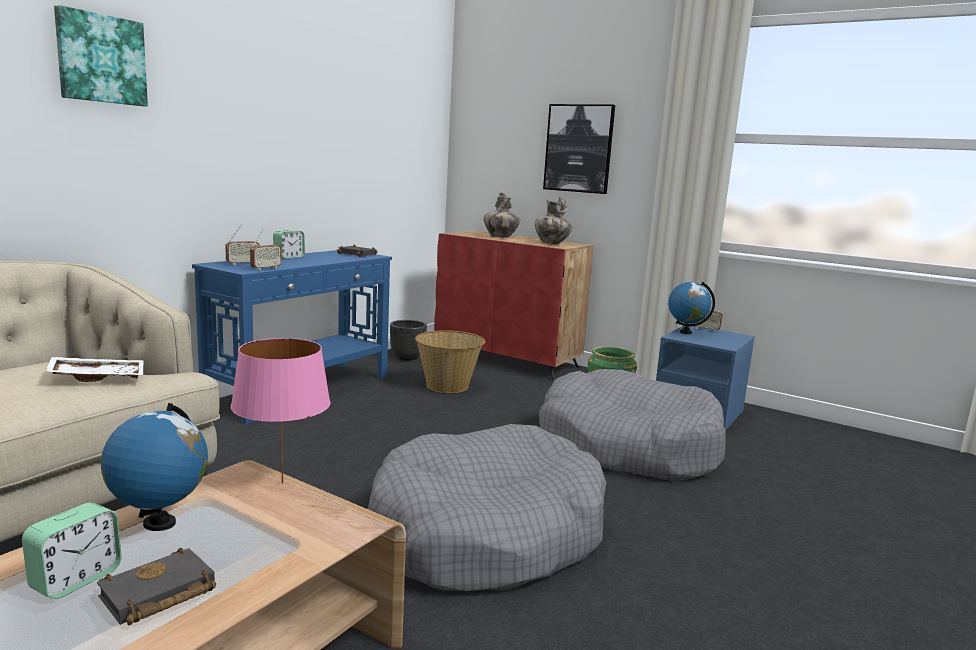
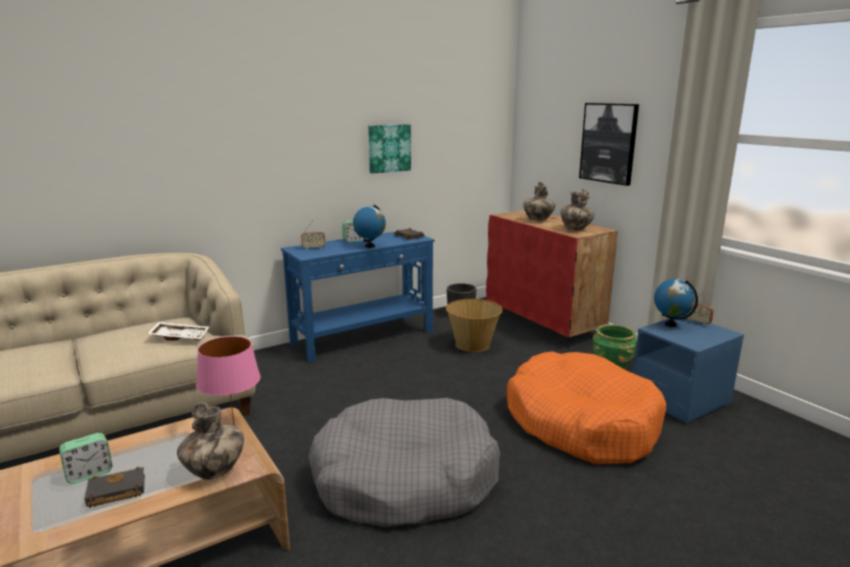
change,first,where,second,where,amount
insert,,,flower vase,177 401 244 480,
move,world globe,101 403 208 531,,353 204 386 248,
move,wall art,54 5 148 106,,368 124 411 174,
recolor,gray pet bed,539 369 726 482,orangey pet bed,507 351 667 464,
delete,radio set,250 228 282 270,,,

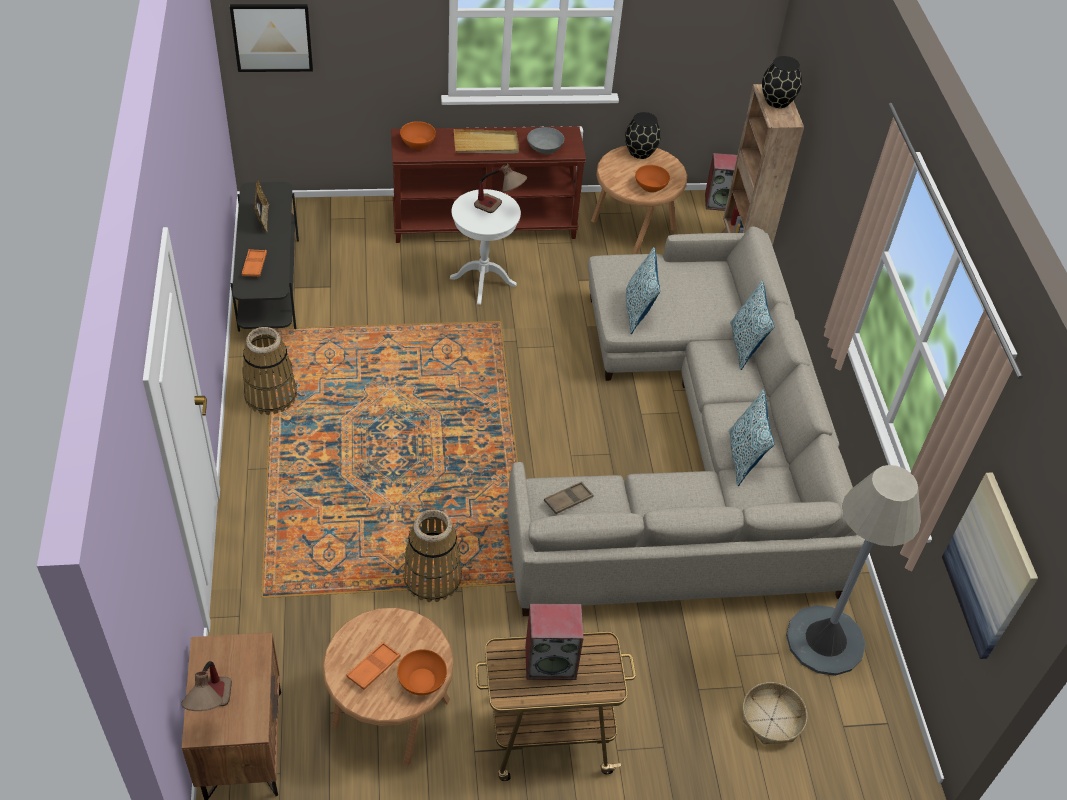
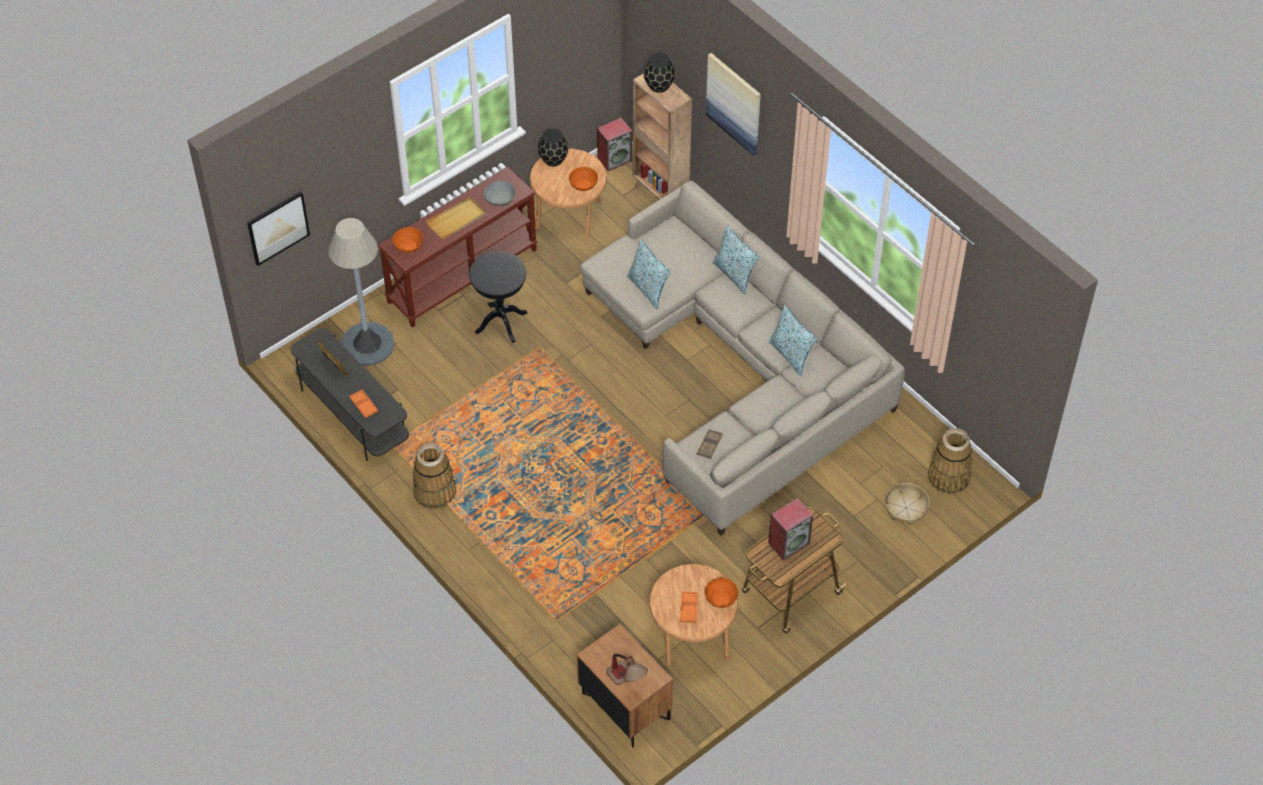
change,first,where,second,where,amount
move,gray standard lamp,786 465 921 676,,328 218 395 366,
recolor,whitish side table,450 189 521 305,black side table,469 251 527 343,
move,wall art,942 472 1038 659,,706 53 761 156,
move,storage basket,403 509 462 602,,928 428 972 495,
delete,tabletop lamp,474 164 527 213,,,

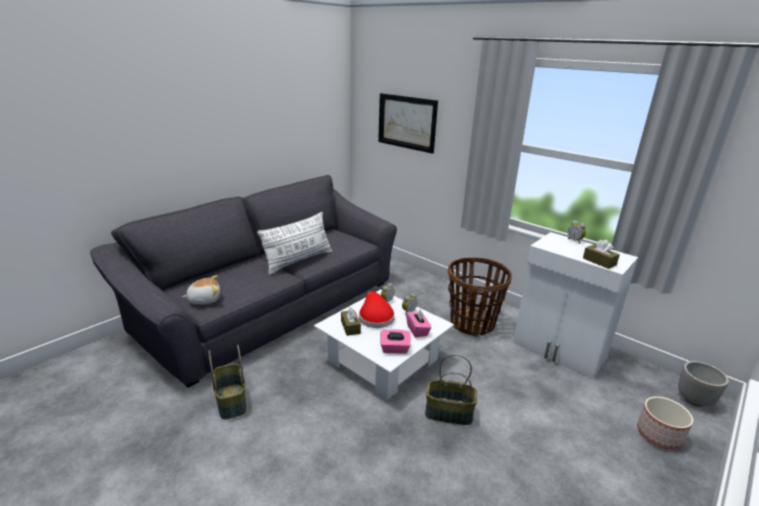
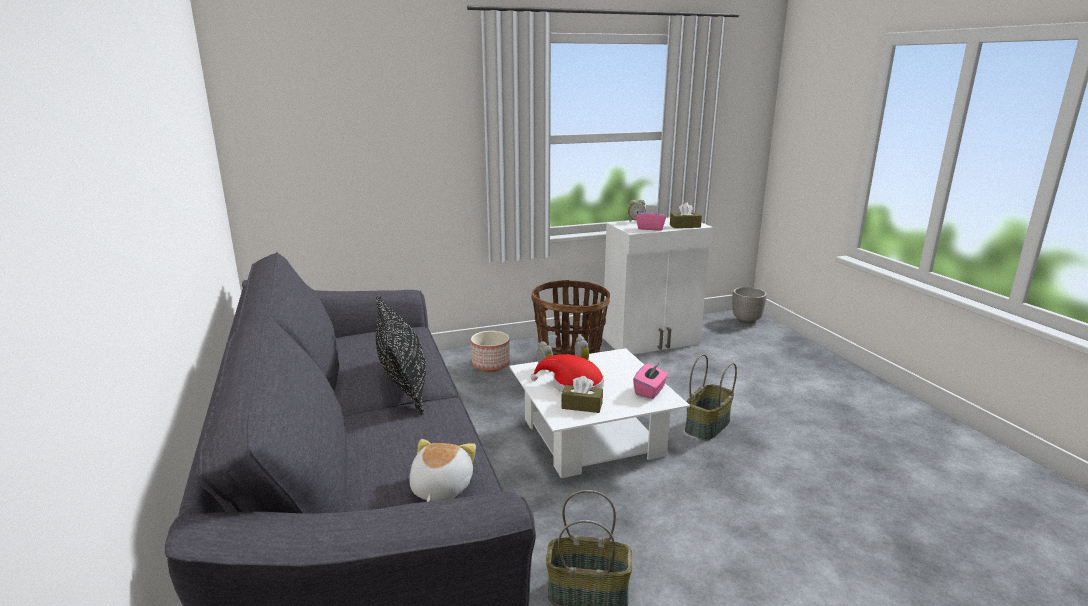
change,first,where,second,where,amount
recolor,whitish pillow,257 212 332 275,black pillow,376 295 426 415,
move,planter,637 396 693 450,,471 331 510 372,
move,pink tissue holder,406 309 431 337,,636 205 666 231,
delete,wall art,378 93 438 153,,,

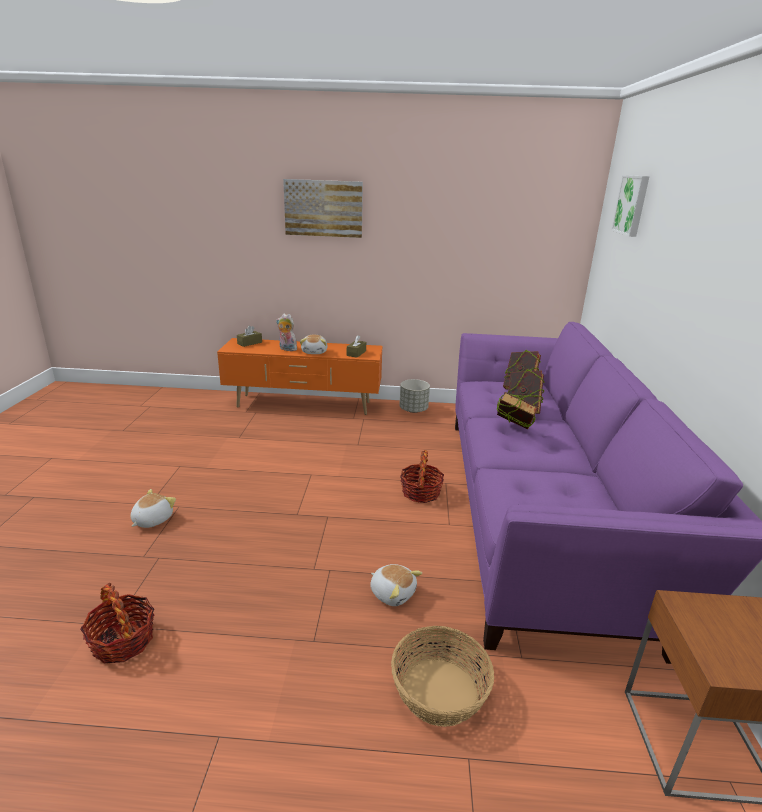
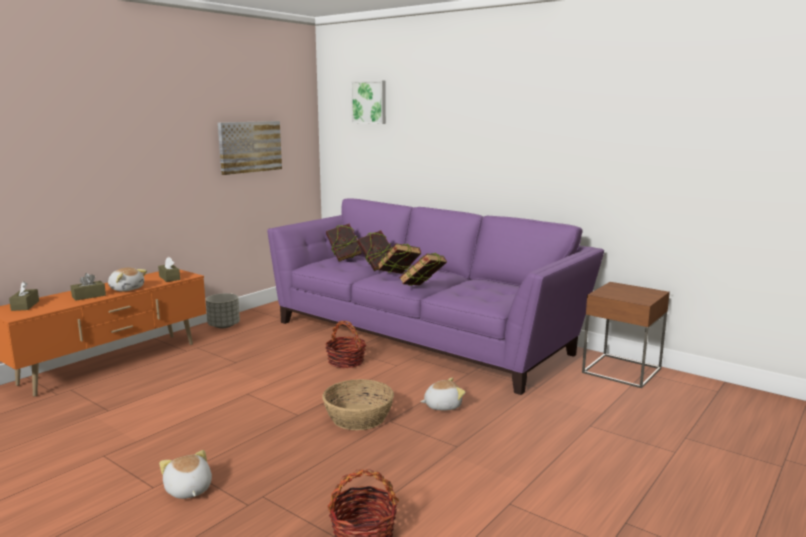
change,first,where,second,where,amount
replace,soft toy,276 313 299 351,brownish tissue holder,71 273 106 301,
move,wall art,283 179 363 238,,218 121 282 175,
move,storage basket,391 626 494 727,,322 379 394 430,
insert,,,bound book,399 253 447 286,

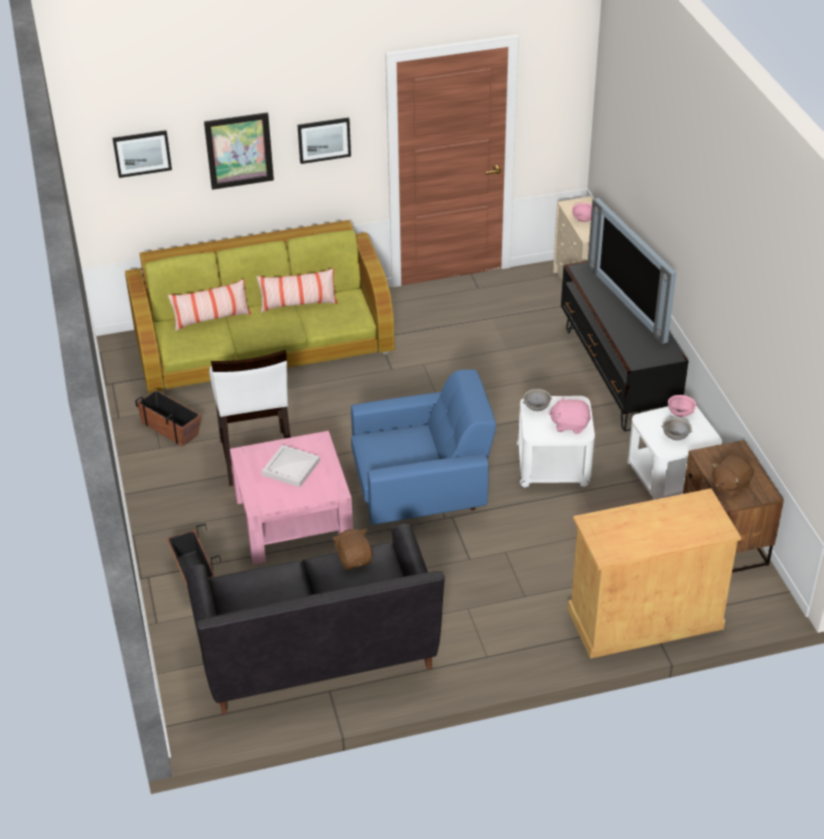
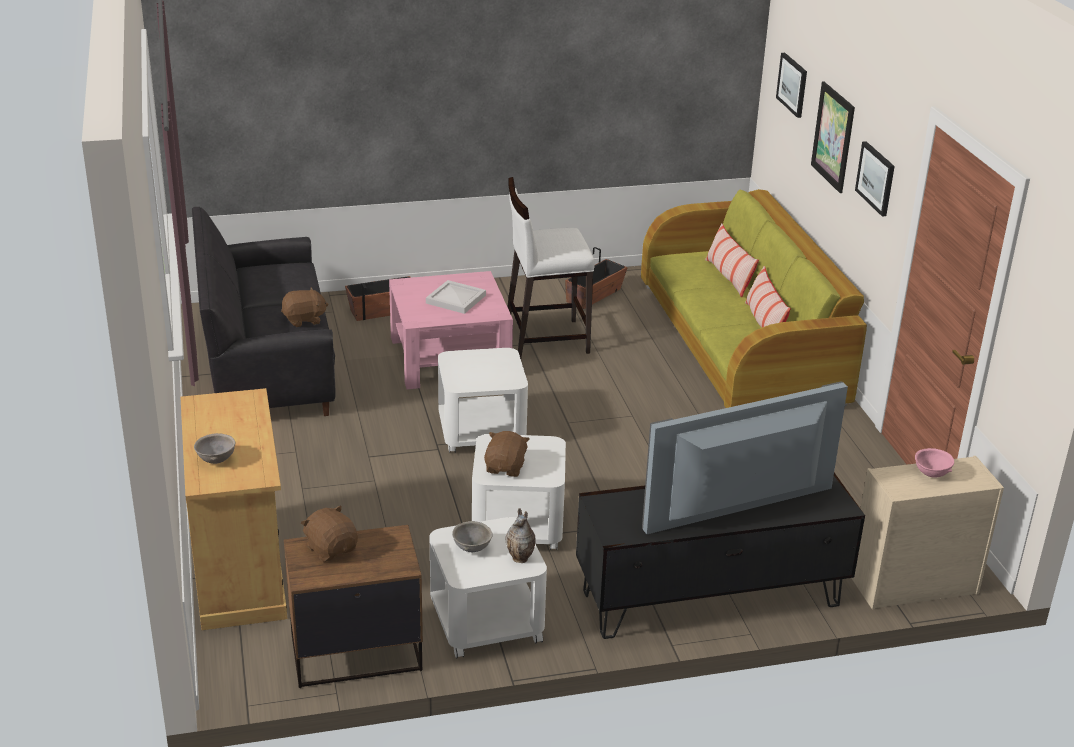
change,first,where,second,where,amount
move,gray deep dish,523 389 552 411,,194 433 235 464,
replace,bluish easy chair,351 370 496 525,whitish side table,438 348 528 453,
recolor,pink soft toy,549 396 591 434,brownish soft toy,484 431 530 477,
replace,pink deep dish,668 395 696 417,flower vase,506 508 536 563,

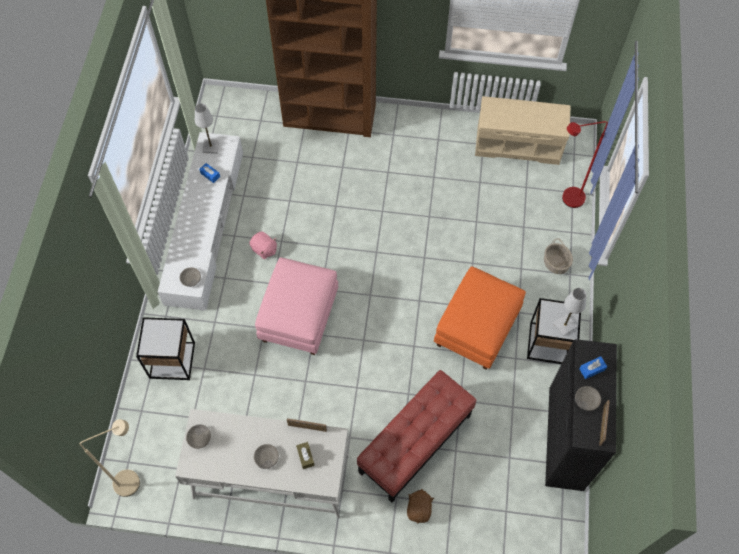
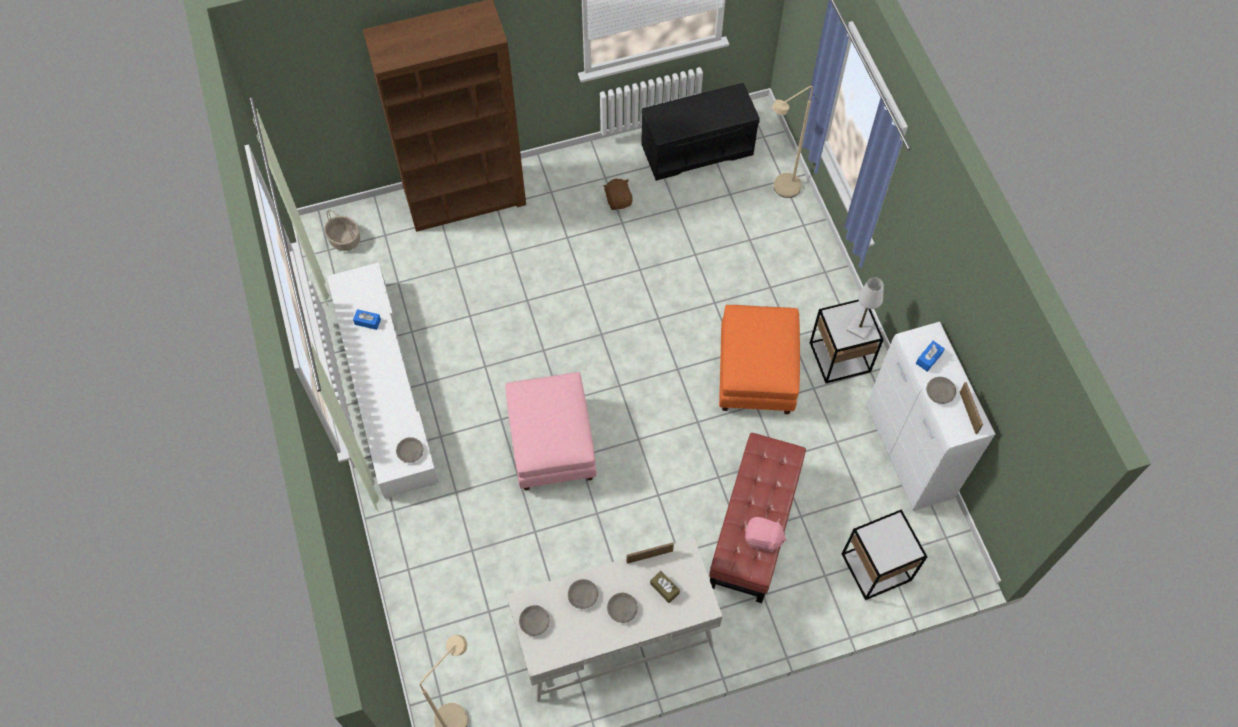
change,first,where,second,where,amount
move,storage basket,544 238 573 274,,324 209 360 251,
insert,,,gray deep dish,568 579 598 609,
move,brownish soft toy,407 489 434 523,,603 179 633 210,
recolor,sand-coloured long seat,475 96 571 165,black long seat,641 83 760 181,
move,pink soft toy,249 231 277 259,,745 517 787 552,
recolor,red standard lamp,562 121 608 208,sand-coloured standard lamp,772 86 813 198,
move,side table,136 317 195 380,,842 509 927 600,
recolor,black storage cabinet,545 339 617 491,whitish storage cabinet,866 322 995 511,
delete,whitish tabletop lamp,195 103 220 154,,,

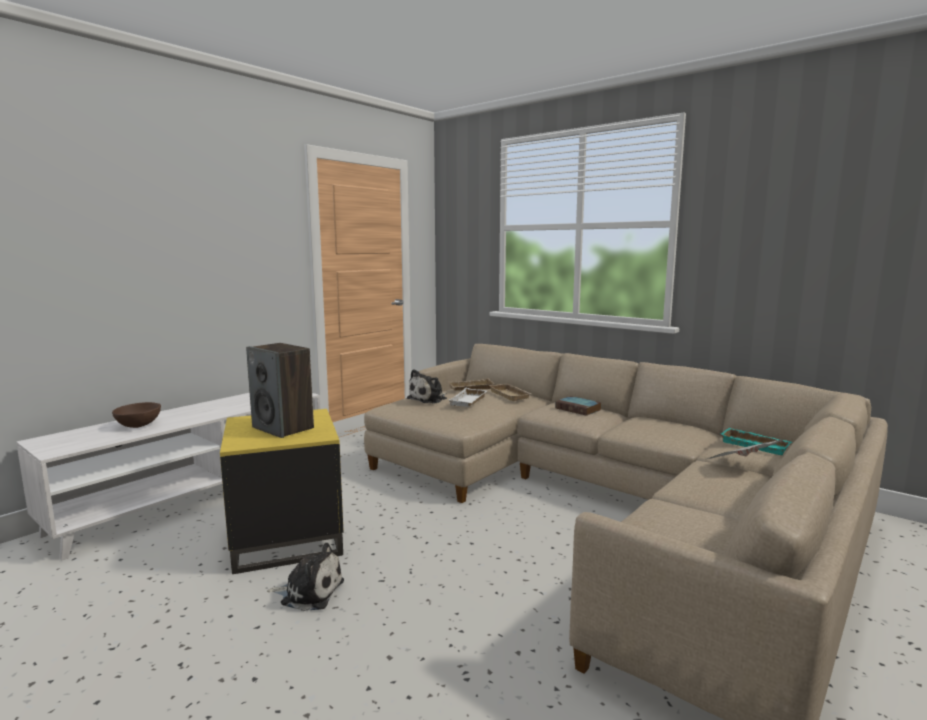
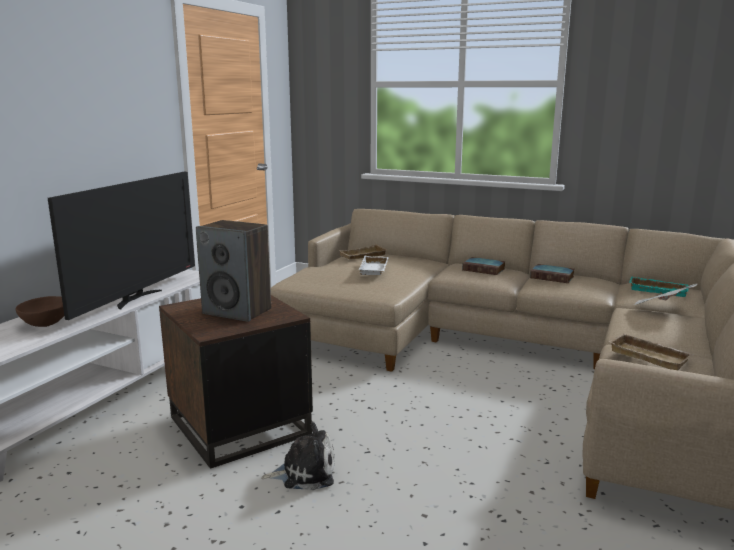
change,first,where,second,where,amount
insert,,,television,48 172 195 320,
recolor,yellow-coloured side table,220 409 344 574,brownish side table,159 295 313 469,
insert,,,bound book,530 264 574 283,
move,sand-coloured serving tray,489 383 531 401,,608 333 695 370,
delete,soft toy,407 369 447 404,,,

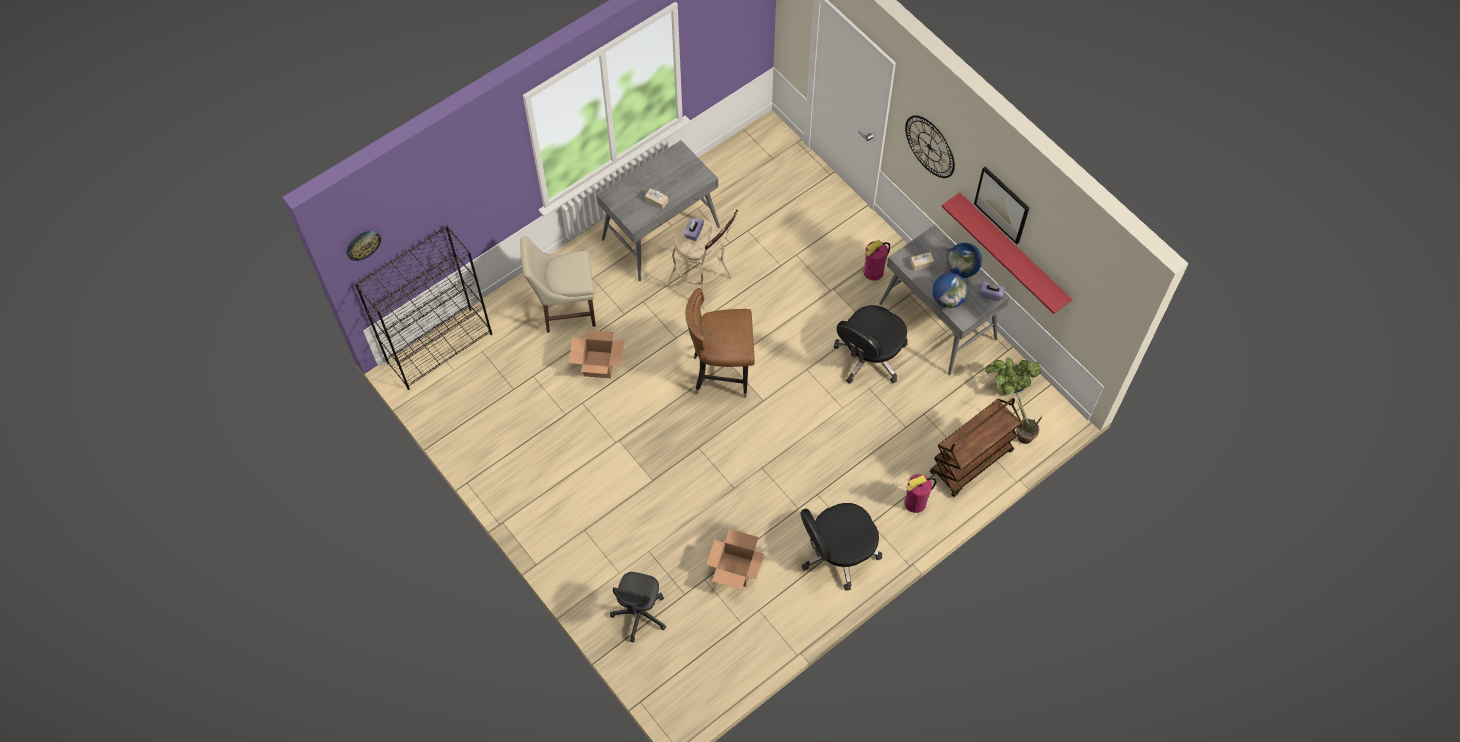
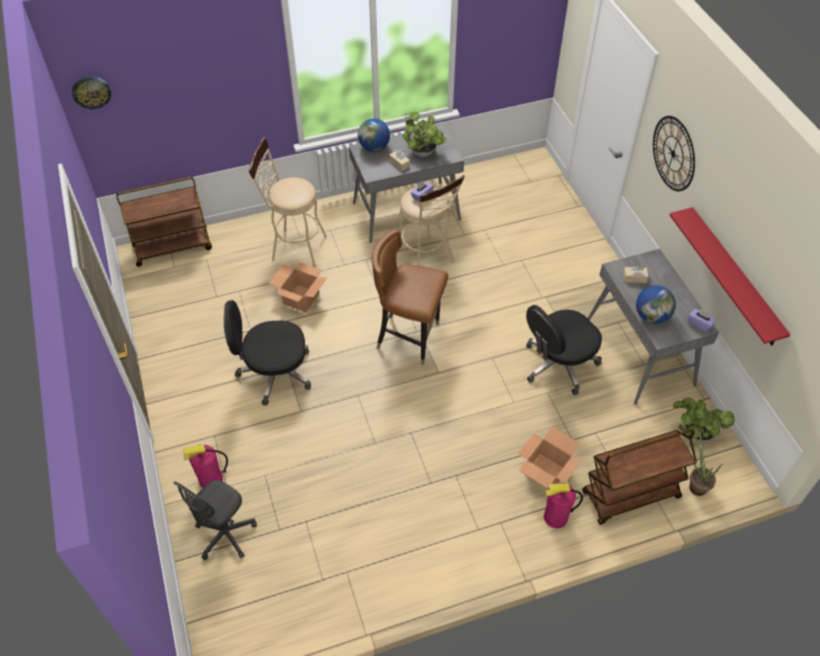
change,first,where,second,where,amount
replace,black bookshelf,355 226 492 390,brownish cart,116 177 212 267,
move,extinguisher,863 240 890 281,,183 445 228 488,
move,black computer chair,800 503 883 590,,224 300 311 406,
replace,sand-coloured chair,520 236 596 333,sand-coloured stool seat,248 137 327 267,
move,world globe,947 243 982 278,,358 118 390 152,
insert,,,potted plant,402 112 447 157,
move,carton,706 529 764 590,,518 427 581 490,
delete,wall art,974 167 1029 244,,,

